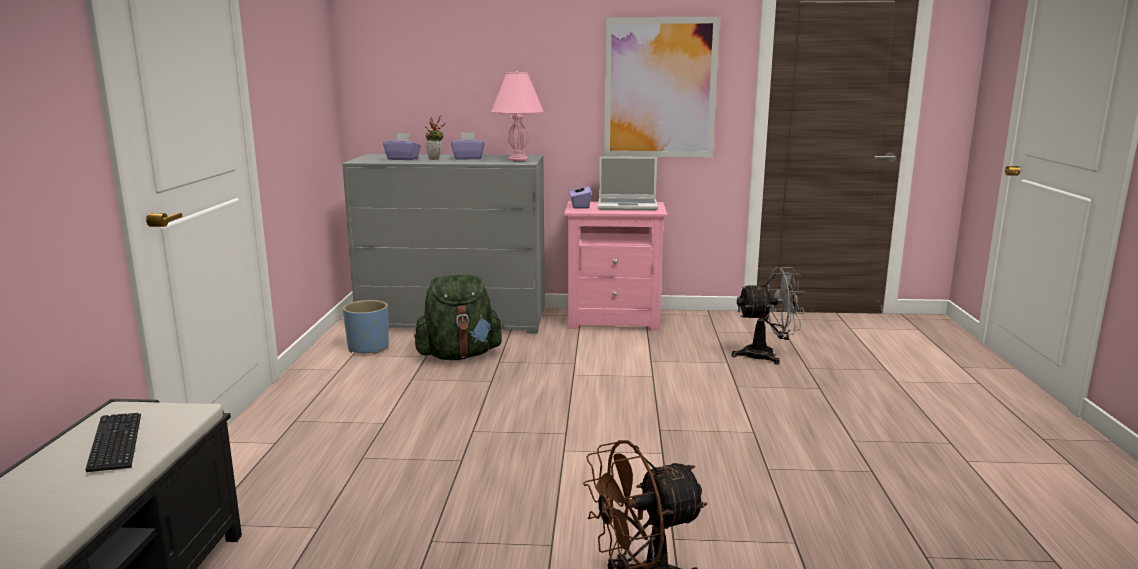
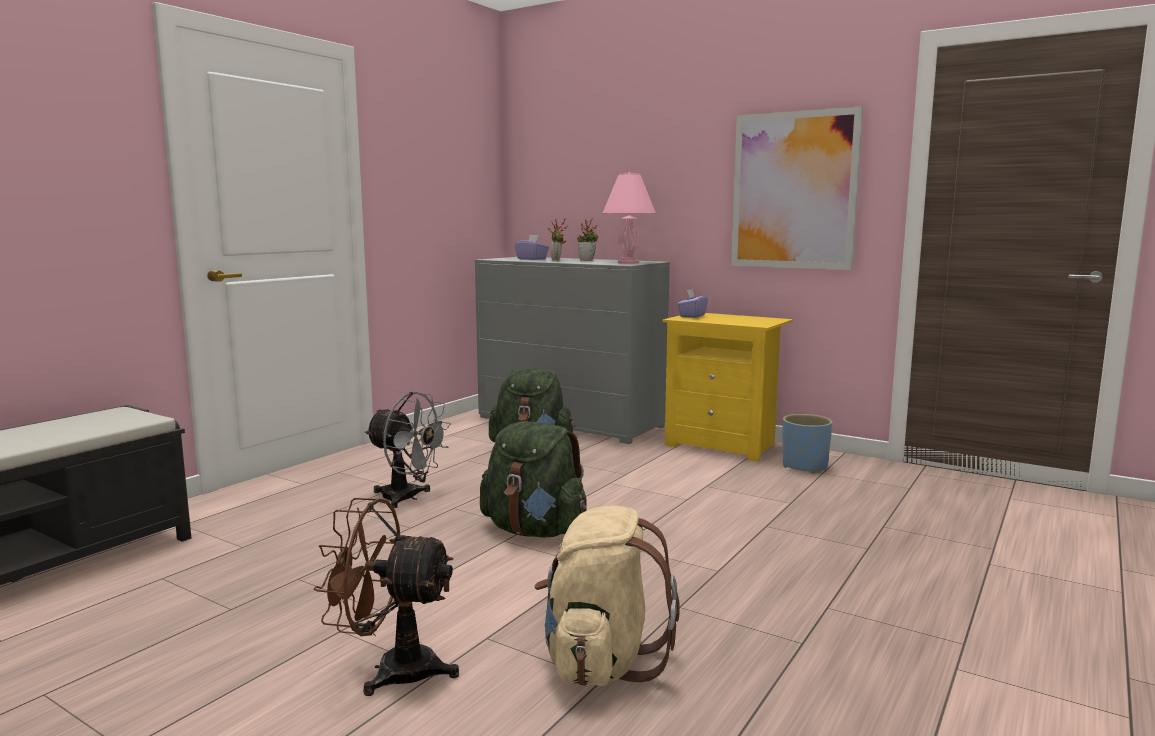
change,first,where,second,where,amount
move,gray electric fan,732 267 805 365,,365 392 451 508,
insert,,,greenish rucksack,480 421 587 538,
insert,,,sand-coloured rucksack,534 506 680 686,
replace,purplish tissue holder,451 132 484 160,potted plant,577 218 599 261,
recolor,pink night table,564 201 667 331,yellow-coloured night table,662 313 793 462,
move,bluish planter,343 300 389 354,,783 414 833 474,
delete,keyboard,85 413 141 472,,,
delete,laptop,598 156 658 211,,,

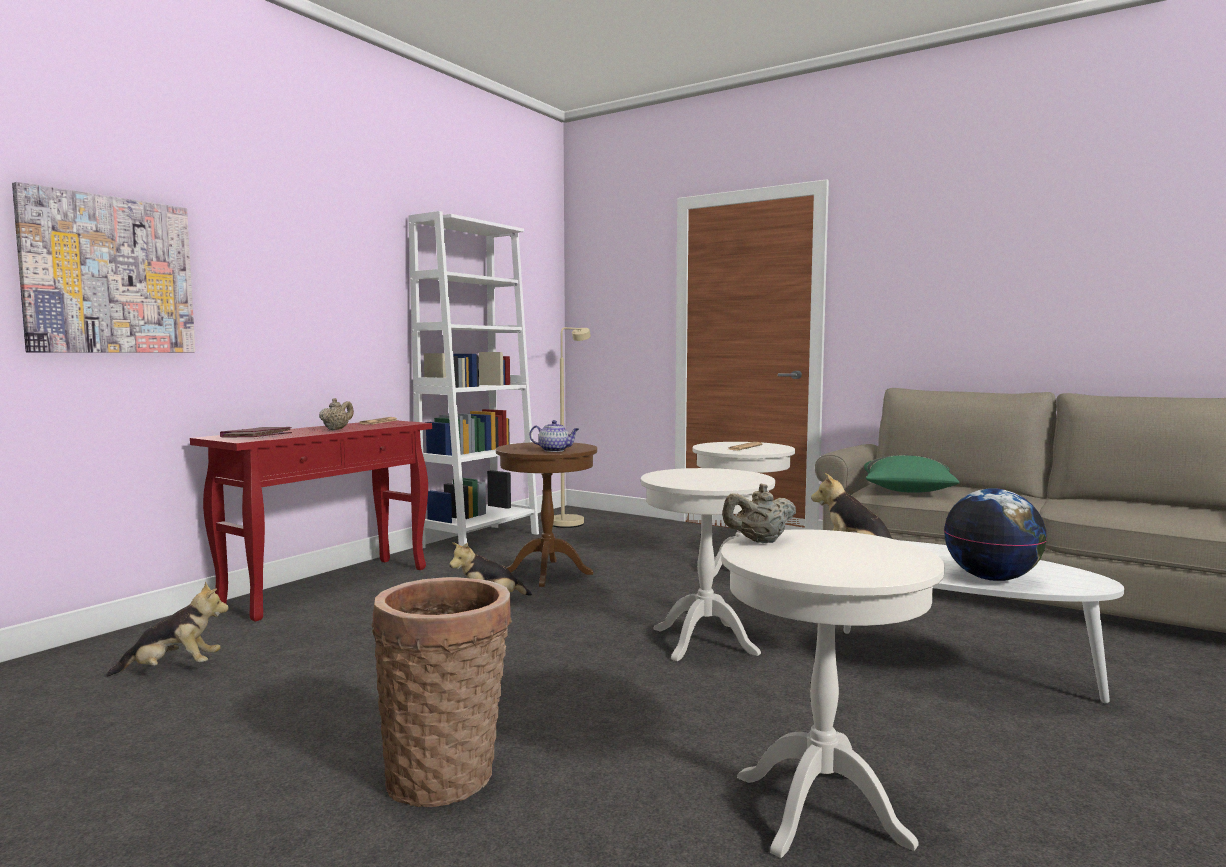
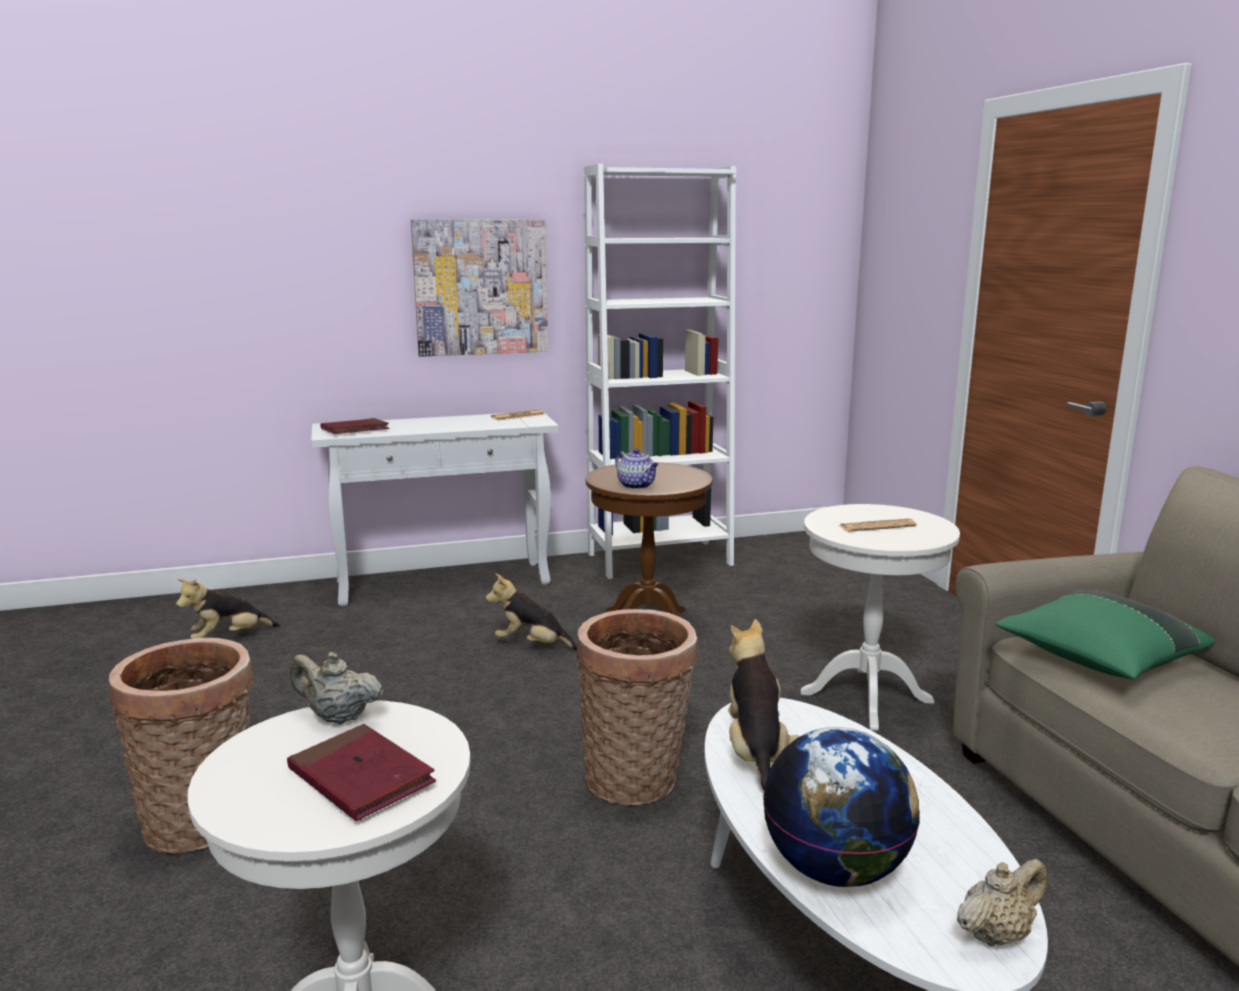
change,first,where,second,where,amount
rotate,soft toy,106 582 229 676,,176 579 280 639,120 degrees clockwise
insert,,,red bound book,287 724 436 821,
recolor,red console table,190 421 432 622,whitish console table,311 413 559 606,
move,wall art,12 182 195 352,,411 219 548 357,
replace,whitish side table,641 468 775 661,storage basket,576 609 698 805,
move,sand-coloured tea pot,319 398 354 430,,957 859 1047 947,
delete,sand-coloured standard lamp,553 327 591 528,,,

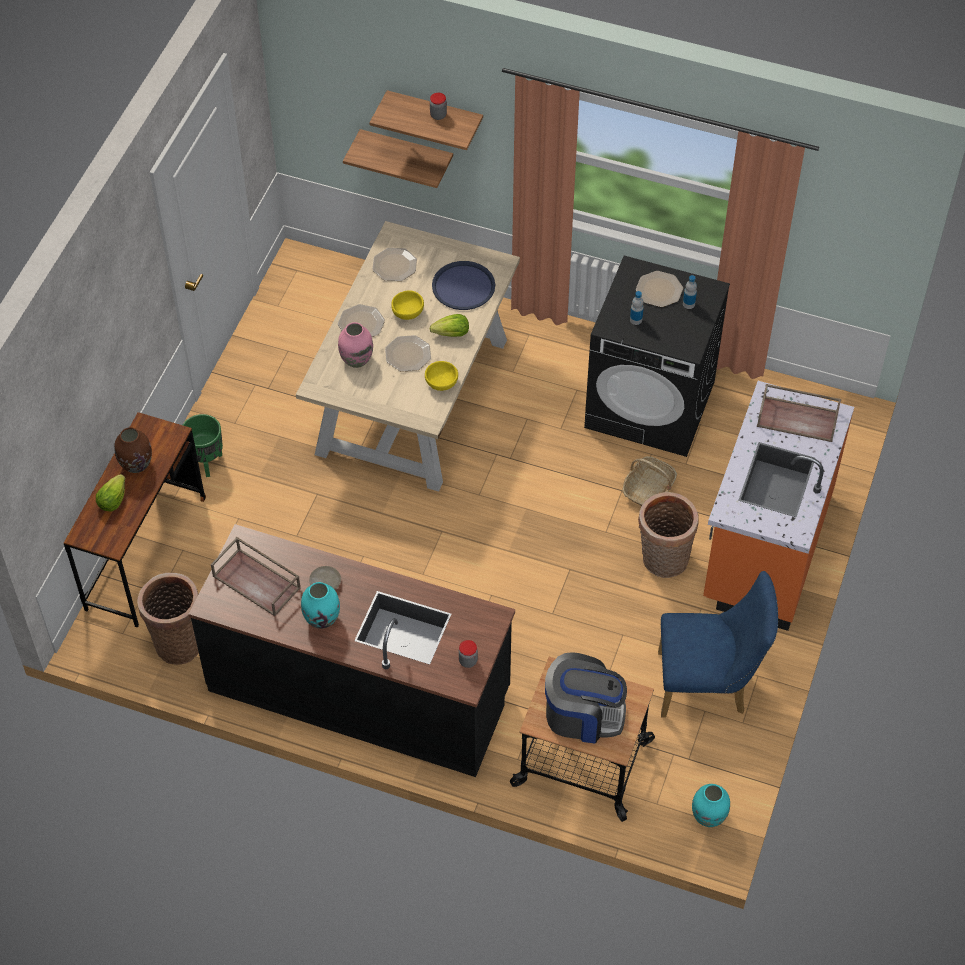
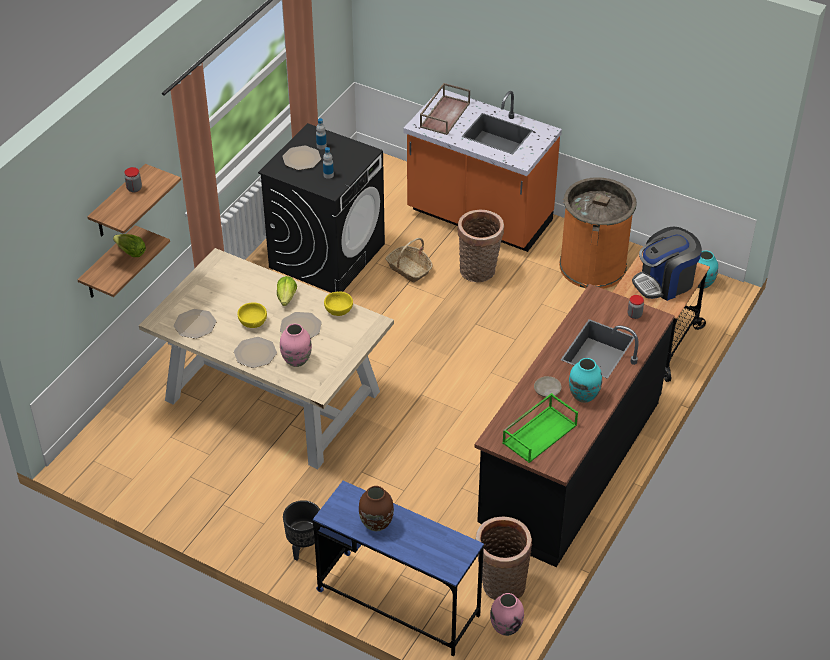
change,first,where,second,where,amount
move,lettuce head,96 474 125 512,,113 234 146 257,
recolor,greenish planter,183 414 223 477,black planter,283 500 320 561,
recolor,brownish desk table,64 412 206 628,bluish desk table,313 481 484 656,
insert,,,pink flower vase,490 593 524 636,
recolor,brownish serving tray,211 537 301 616,greenish serving tray,502 393 578 463,
replace,bluish chair,658 571 779 718,orangey rubbish bin,559 177 637 289,
rotate,coffee machine,545 652 627 744,,632 226 702 301,135 degrees counterclockwise
delete,bluish serving tray,432 261 495 310,,,

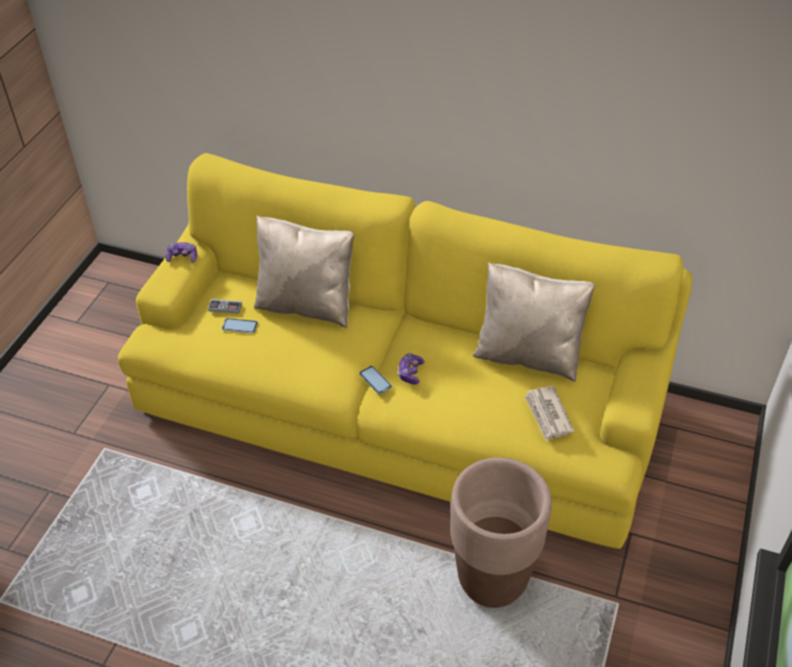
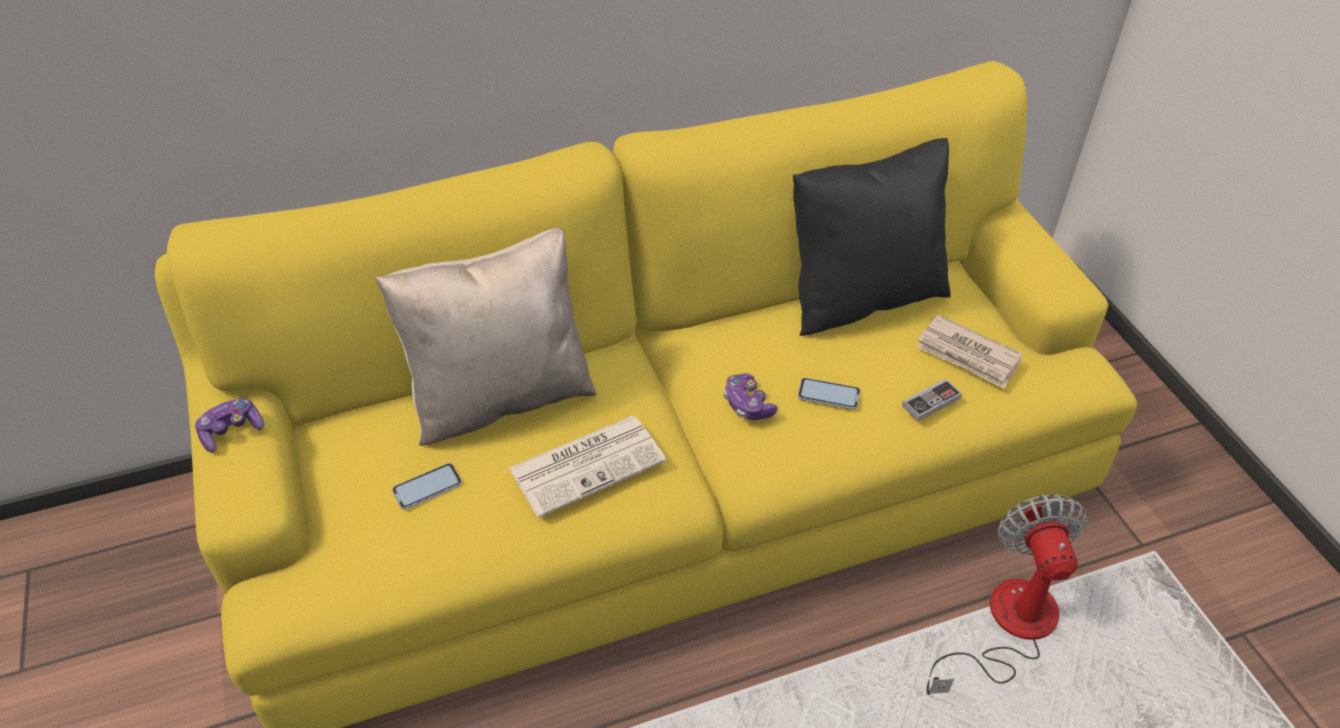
change,first,where,second,where,amount
insert,,,daily paper,509 416 666 518,
recolor,sand-coloured pillow,473 262 595 382,black pillow,793 138 951 336,
move,phone,359 366 392 394,,798 378 860 410,
move,joypad,208 299 242 314,,902 378 962 421,
replace,brownish planter,451 457 552 608,electric fan,926 494 1087 695,

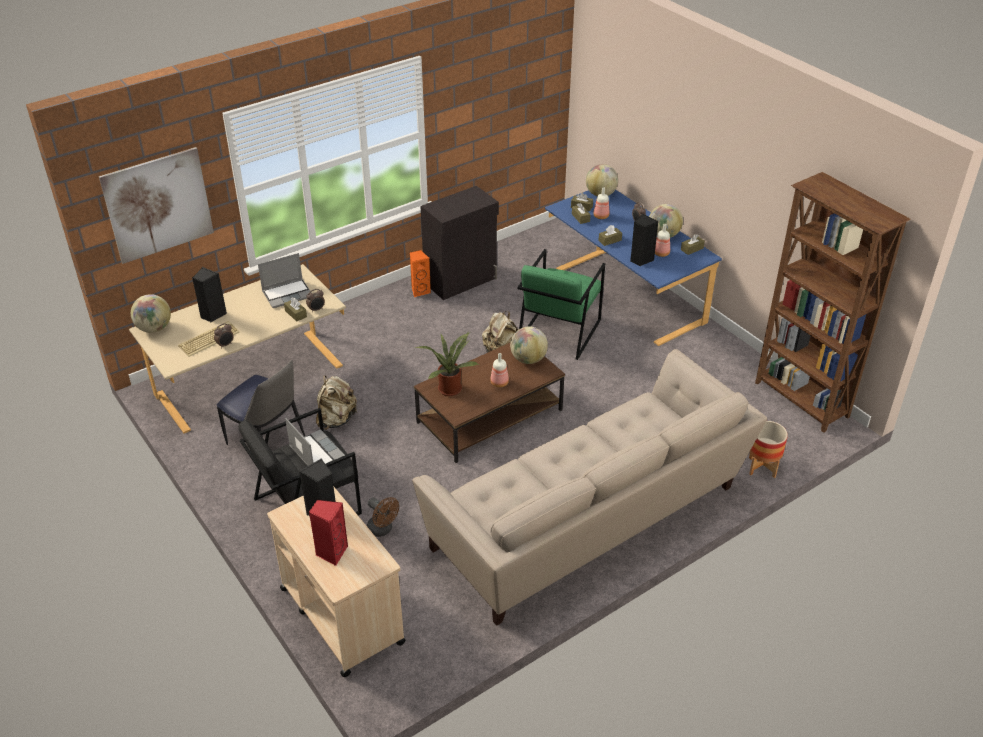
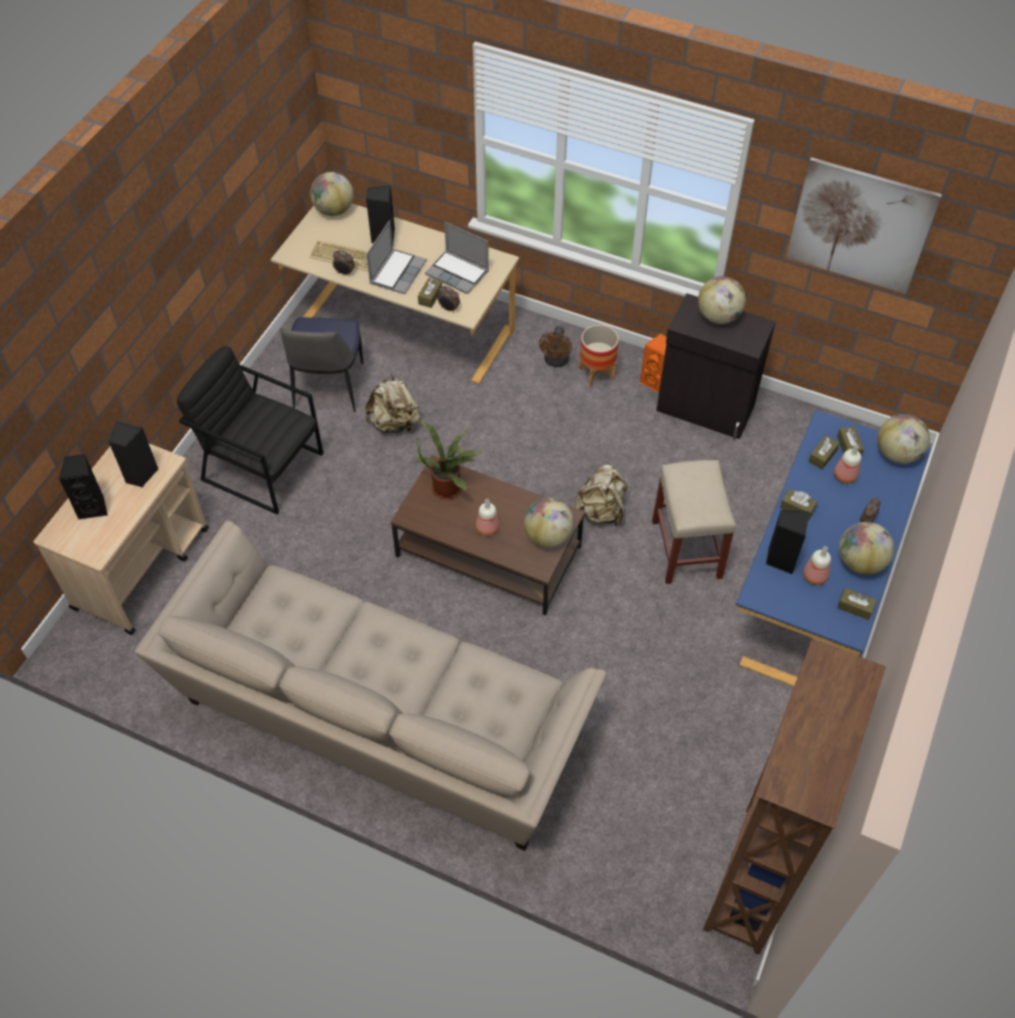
change,first,where,second,where,amount
recolor,red loudspeaker,309 500 348 566,black loudspeaker,59 454 108 520,
move,laptop,285 418 345 466,,366 220 427 294,
move,brownish electric fan,367 497 399 537,,539 326 572 367,
move,planter,749 421 788 478,,579 324 619 387,
replace,greenish easy chair,517 249 605 360,sand-coloured stool seat,652 460 736 584,
insert,,,world globe,698 276 746 324,
move,wall art,99 147 214 264,,786 157 942 294,

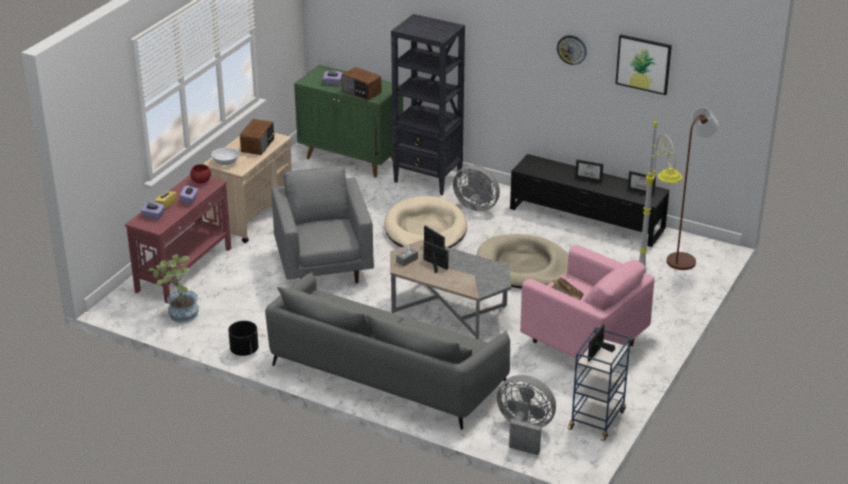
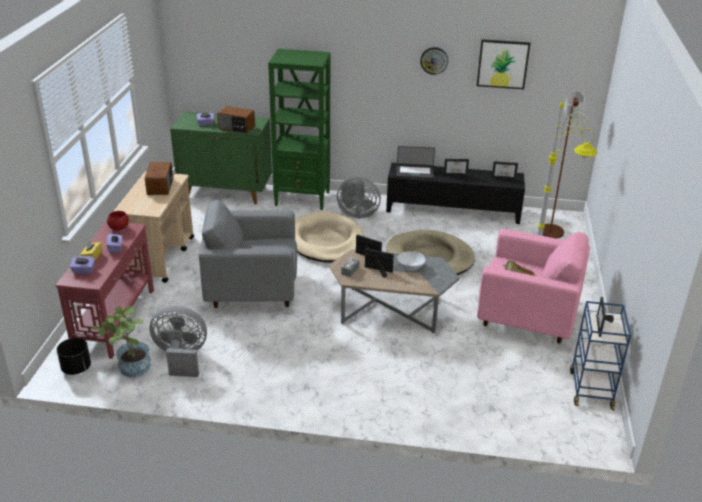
change,first,where,second,where,amount
move,black planter,228 321 258 356,,57 338 91 375,
move,gray electric fan,497 375 556 455,,149 306 207 377,
rotate,gray easy chair,271 166 374 284,,199 200 297 308,60 degrees counterclockwise
recolor,black bookshelf,391 14 465 195,greenish bookshelf,268 49 331 210,
insert,,,laptop,396 146 435 179,
move,whitish deep dish,211 148 239 165,,397 251 426 270,
delete,gray couch,265 272 510 430,,,

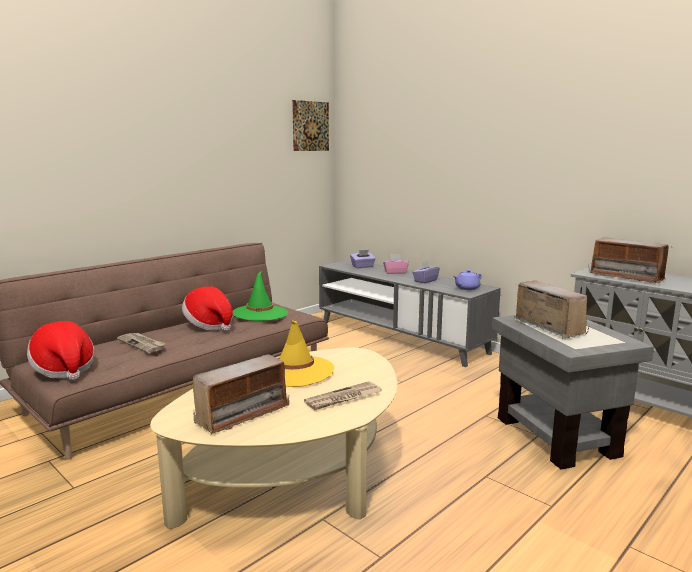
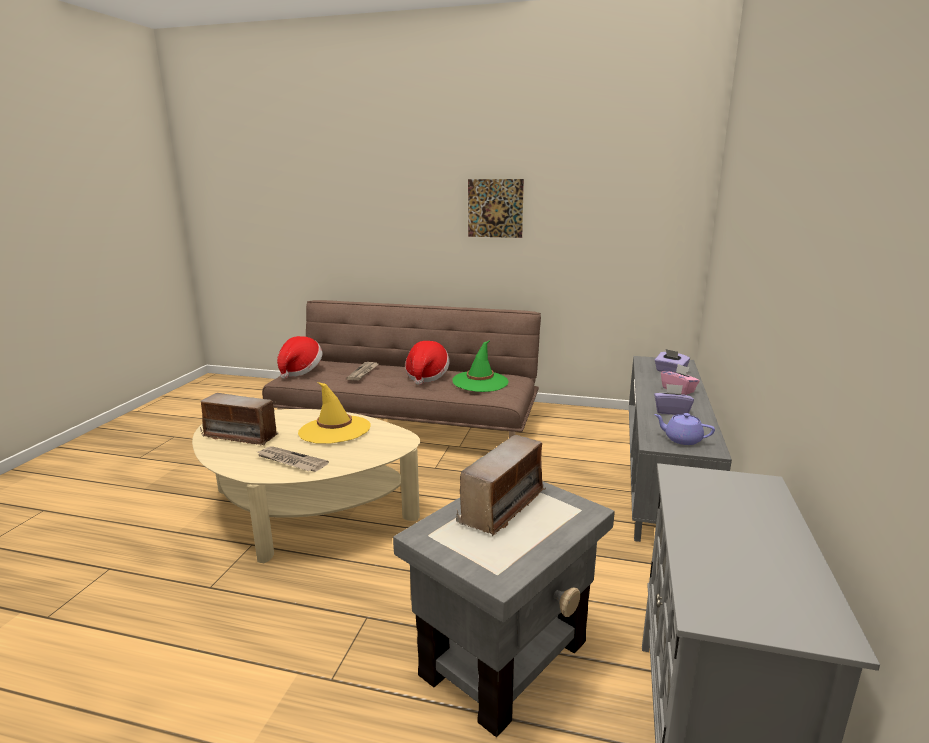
change,first,where,second,where,amount
move,wall art,292 100 329 151,,468 179 524 238,
delete,radio set,588 237 673 284,,,

